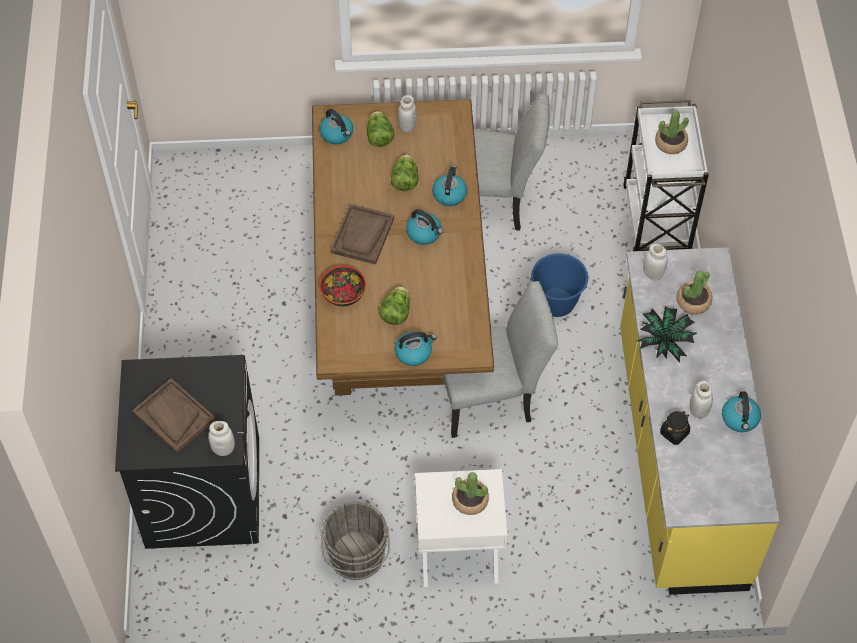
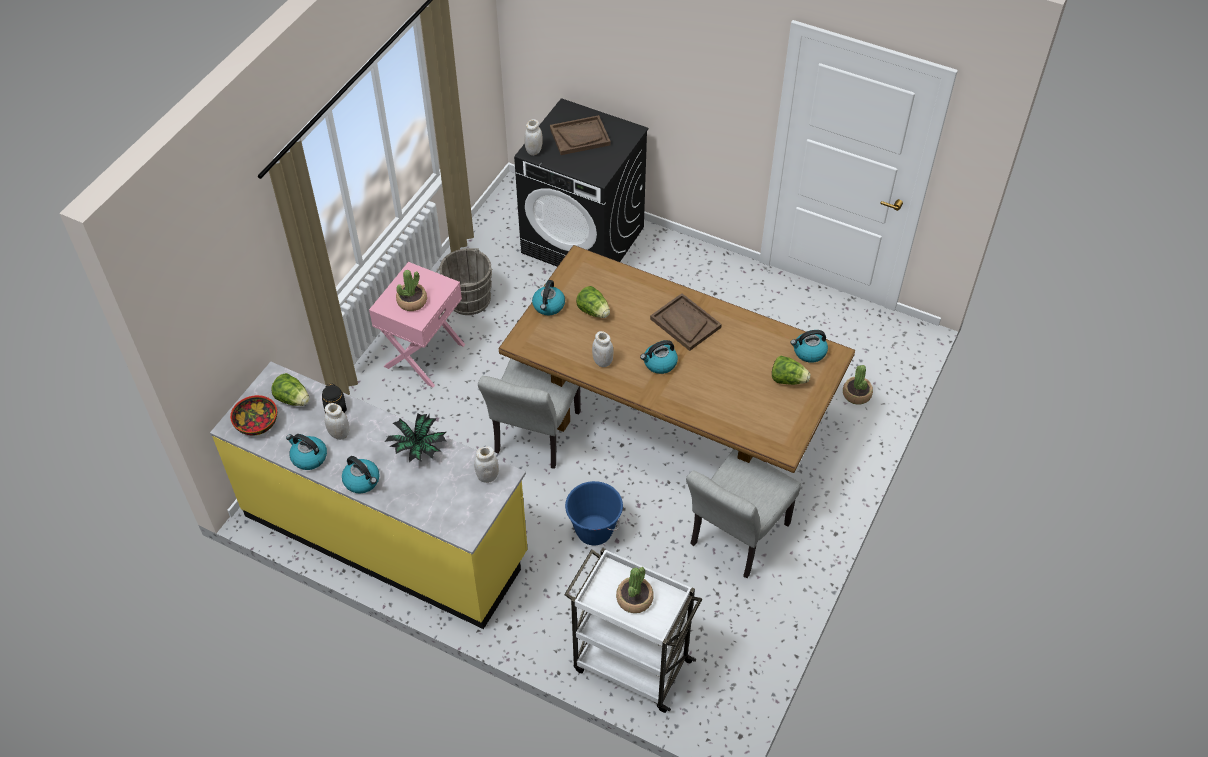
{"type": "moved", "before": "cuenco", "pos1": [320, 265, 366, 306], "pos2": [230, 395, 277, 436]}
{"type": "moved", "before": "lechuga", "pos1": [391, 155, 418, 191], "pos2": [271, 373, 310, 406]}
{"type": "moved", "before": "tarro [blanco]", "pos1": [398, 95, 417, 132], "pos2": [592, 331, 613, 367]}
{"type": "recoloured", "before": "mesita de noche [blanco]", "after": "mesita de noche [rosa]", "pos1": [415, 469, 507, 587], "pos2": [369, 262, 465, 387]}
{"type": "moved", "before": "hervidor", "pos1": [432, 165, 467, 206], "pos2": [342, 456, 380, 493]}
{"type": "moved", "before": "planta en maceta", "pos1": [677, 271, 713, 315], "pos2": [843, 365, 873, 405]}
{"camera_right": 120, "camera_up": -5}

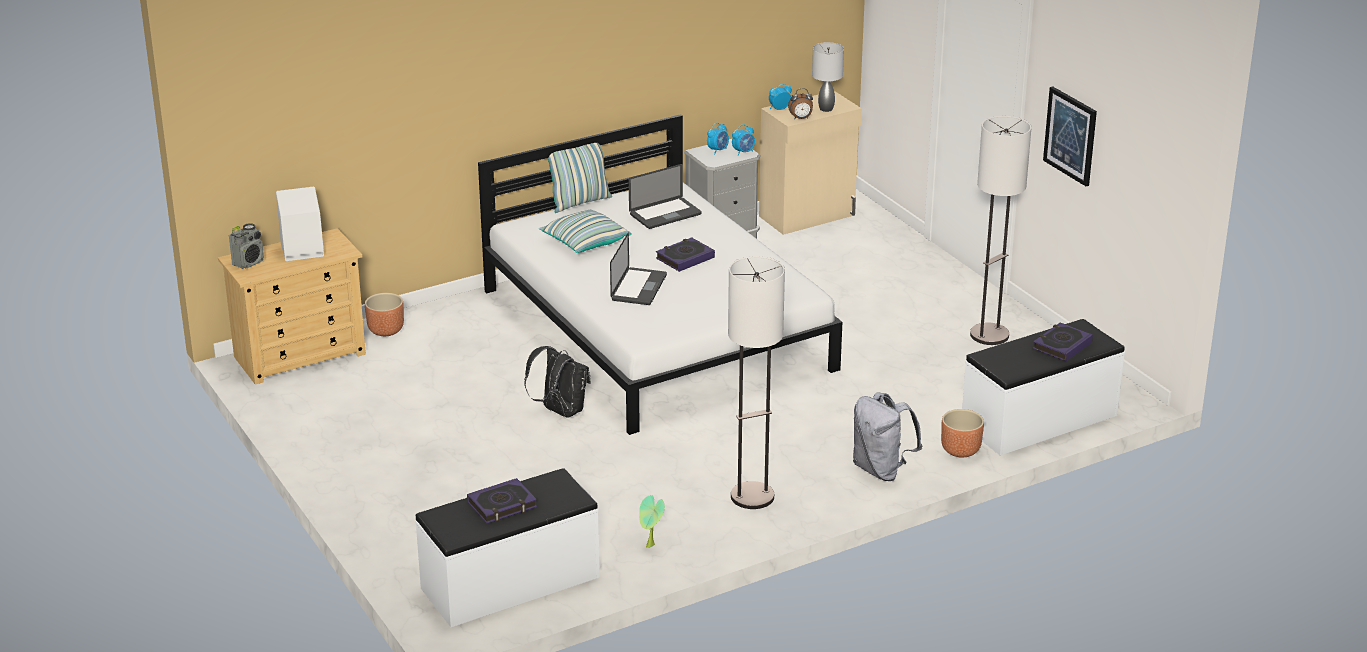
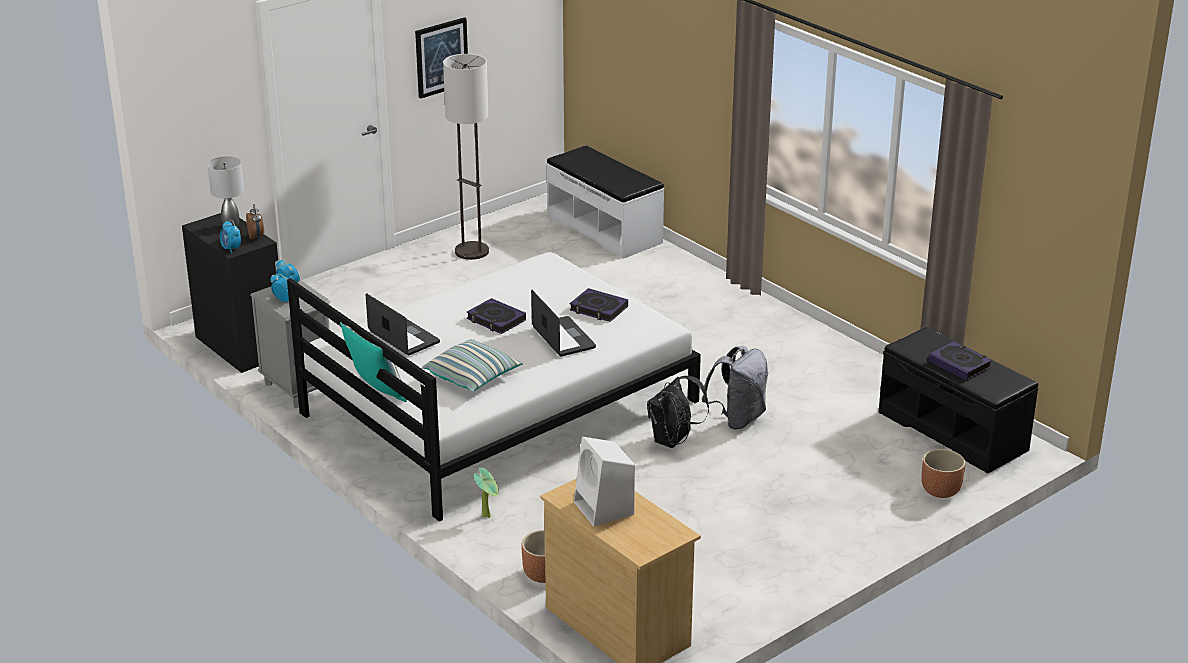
{"type": "removed", "before": "radio", "pos1": [229, 223, 264, 269]}
{"type": "recoloured", "before": "banco [blanco]", "after": "banco [negro]", "pos1": [415, 468, 600, 627], "pos2": [878, 327, 1038, 474]}
{"type": "turned", "before": "portátil", "pos1": [610, 233, 667, 305], "pos2": [531, 290, 596, 357], "turn": 60}
{"type": "moved", "before": "planta en maceta", "pos1": [639, 495, 665, 548], "pos2": [474, 468, 499, 518]}
{"type": "removed", "before": "lámpara de pie", "pos1": [728, 256, 785, 509]}
{"type": "recoloured", "before": "armario [beis]", "after": "armario [negro]", "pos1": [759, 91, 862, 235], "pos2": [182, 213, 278, 373]}
{"type": "moved", "before": "mochila [gris]", "pos1": [853, 392, 922, 481], "pos2": [702, 346, 768, 429]}
{"type": "moved", "before": "maceta [marrón]", "pos1": [941, 409, 984, 457], "pos2": [921, 449, 965, 498]}
{"type": "moved", "before": "libro", "pos1": [1033, 322, 1093, 361], "pos2": [570, 288, 628, 322]}
{"camera_right": -100, "camera_up": 0}

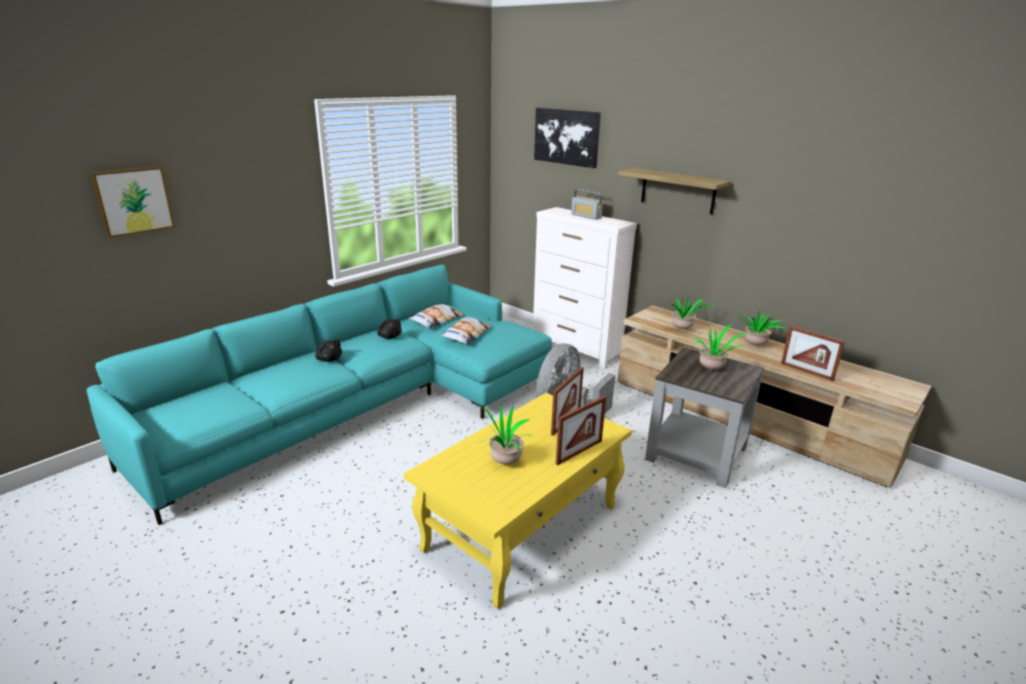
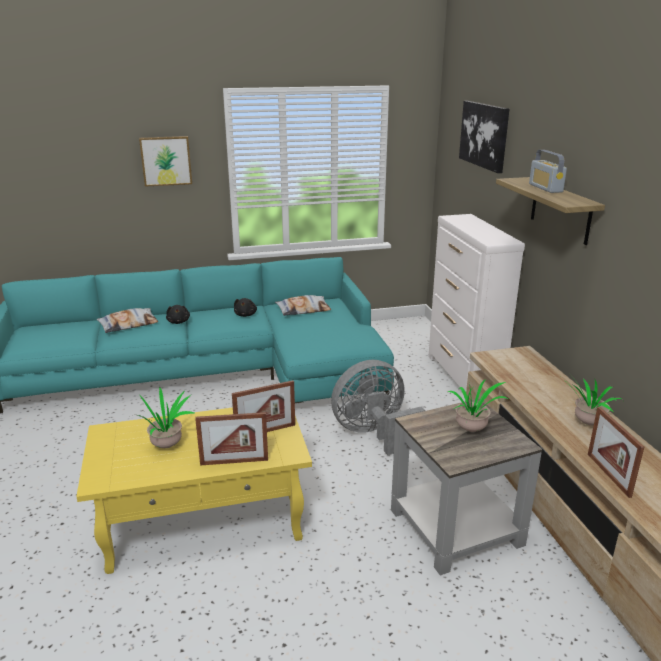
{"type": "moved", "before": "cuadro", "pos1": [90, 166, 175, 238], "pos2": [139, 136, 192, 187]}
{"type": "moved", "before": "cojín", "pos1": [440, 317, 491, 344], "pos2": [96, 308, 159, 333]}
{"type": "moved", "before": "radio", "pos1": [571, 189, 603, 220], "pos2": [529, 150, 567, 193]}
{"type": "removed", "before": "planta en maceta", "pos1": [671, 296, 712, 329]}
{"camera_right": 35, "camera_up": 0}

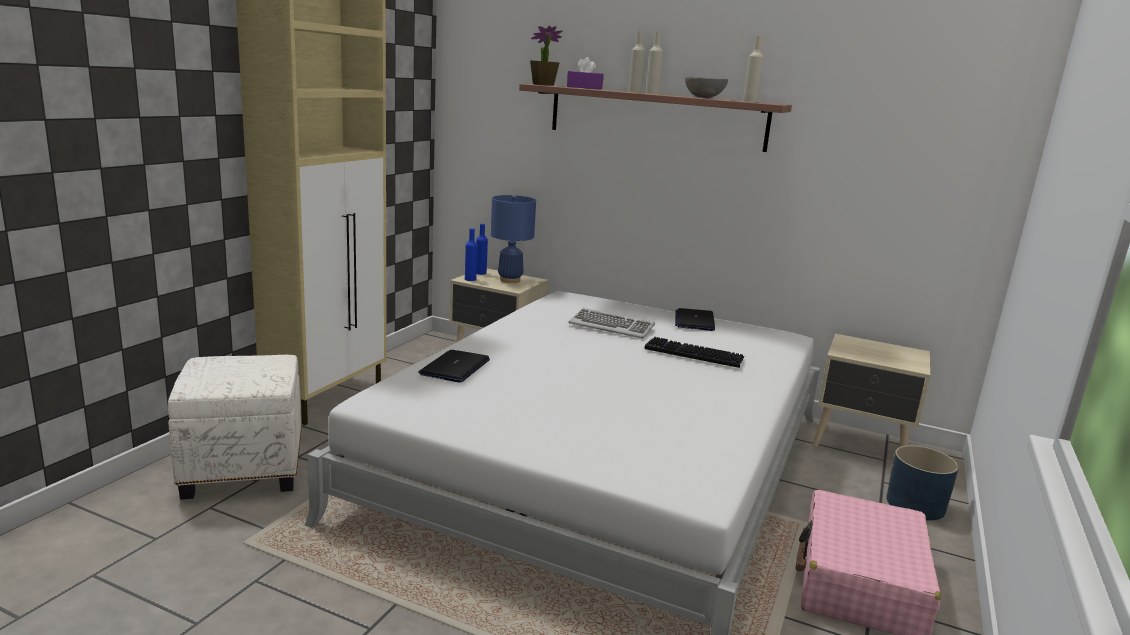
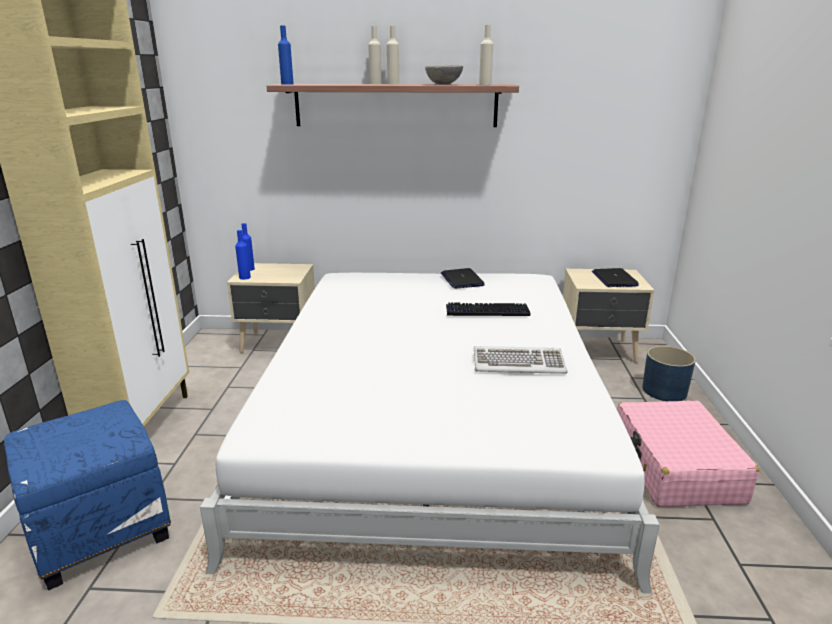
{"type": "recoloured", "before": "puf [blanco]", "after": "puf [azul]", "pos1": [168, 355, 302, 500], "pos2": [4, 400, 171, 590]}
{"type": "moved", "before": "portátil", "pos1": [418, 350, 490, 382], "pos2": [592, 268, 639, 287]}
{"type": "removed", "before": "lámpara de mesa [azul]", "pos1": [491, 195, 536, 283]}
{"type": "replaced", "before": "planta en maceta", "after": "botella [azul]", "pos1": [530, 26, 563, 86], "pos2": [278, 26, 294, 85]}
{"type": "removed", "before": "caja de pañuelos [morado]", "pos1": [567, 57, 604, 89]}
{"type": "moved", "before": "teclado", "pos1": [569, 308, 655, 338], "pos2": [474, 346, 568, 374]}
{"camera_right": -20, "camera_up": 5}

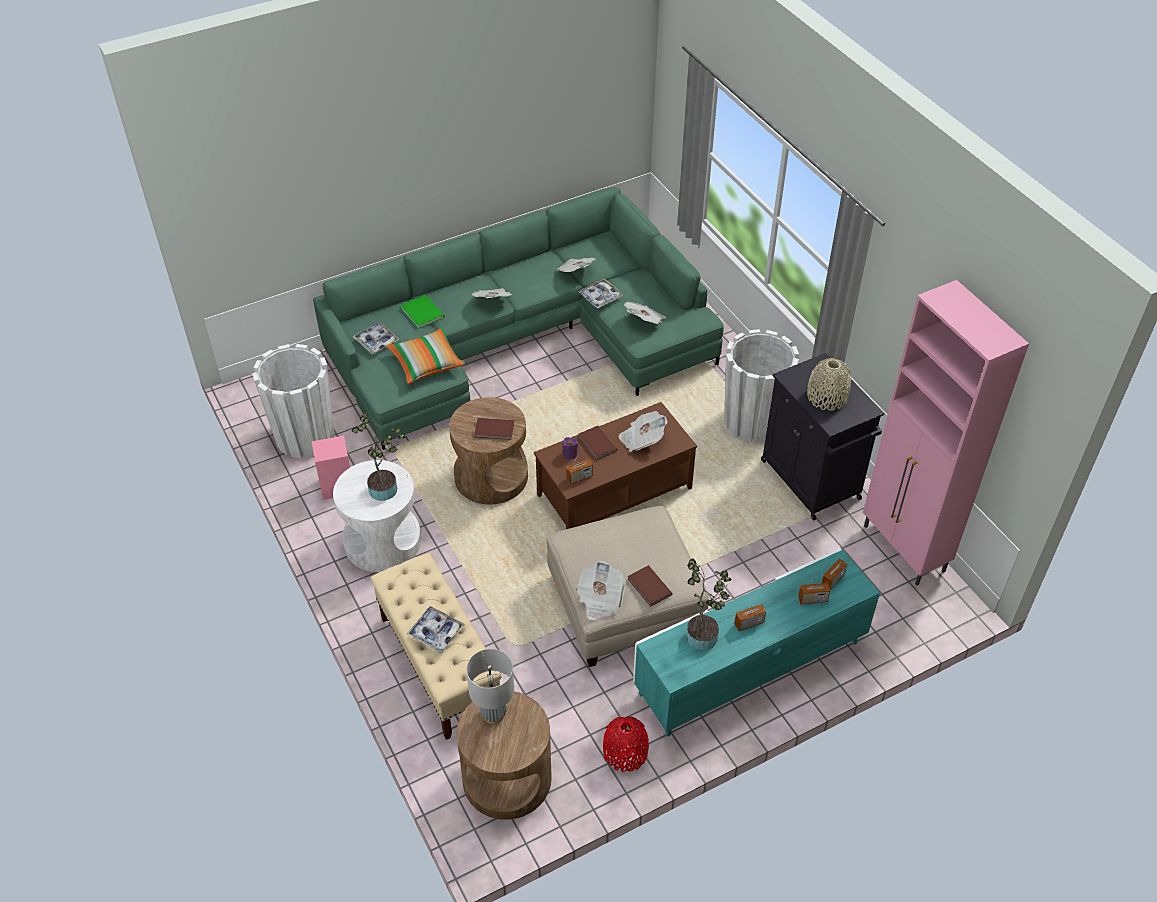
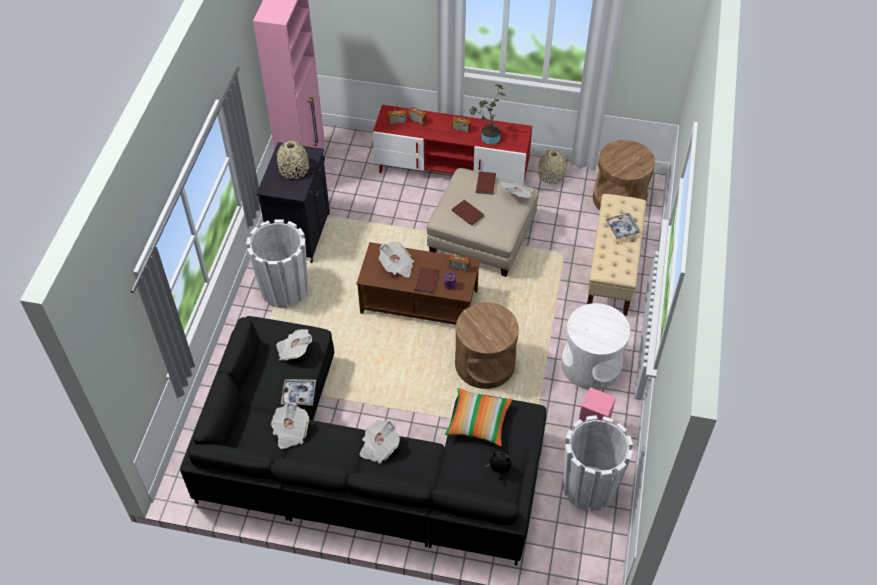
{"type": "recoloured", "before": "sofá [verde]", "after": "sofá [negro]", "pos1": [313, 187, 724, 450], "pos2": [180, 316, 546, 565]}
{"type": "replaced", "before": "bandeja", "after": "peluche", "pos1": [352, 322, 399, 354], "pos2": [486, 452, 511, 480]}
{"type": "removed", "before": "planta en maceta", "pos1": [352, 412, 405, 501]}
{"type": "removed", "before": "libro [verde]", "pos1": [401, 295, 444, 329]}
{"type": "removed", "before": "lámpara de mesa [gris]", "pos1": [466, 649, 514, 724]}
{"type": "moved", "before": "libro [marrón]", "pos1": [474, 418, 514, 440], "pos2": [452, 200, 484, 225]}
{"type": "recoloured", "before": "florero [rojo]", "after": "florero [beis]", "pos1": [603, 716, 649, 772], "pos2": [538, 150, 567, 184]}
{"type": "recoloured", "before": "mueble de televisión [turquesa]", "after": "mueble de televisión [rojo]", "pos1": [633, 548, 880, 737], "pos2": [373, 105, 532, 185]}
{"camera_right": -140, "camera_up": 5}

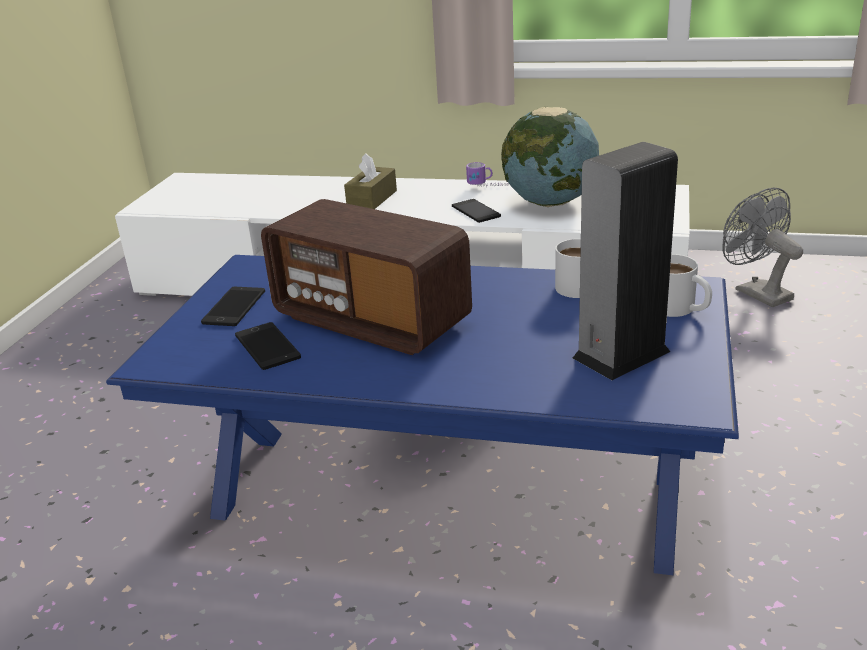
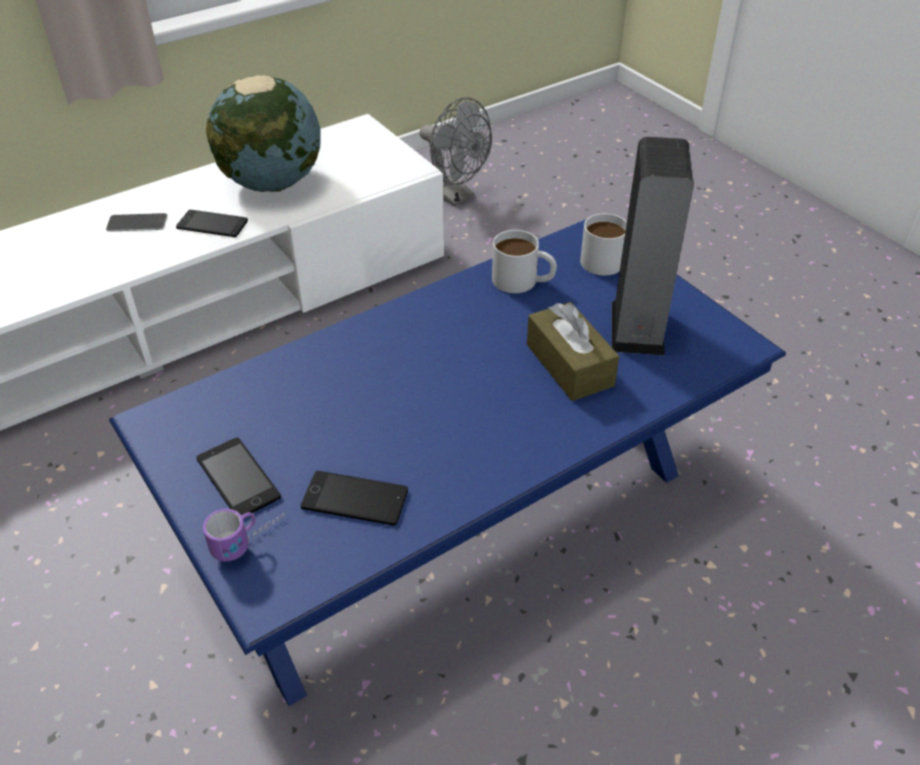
{"type": "removed", "before": "radio", "pos1": [261, 199, 472, 355]}
{"type": "moved", "before": "caja de pañuelos [marrón]", "pos1": [344, 153, 397, 209], "pos2": [527, 302, 619, 401]}
{"type": "moved", "before": "taza grande", "pos1": [466, 162, 509, 187], "pos2": [203, 509, 285, 561]}
{"type": "turned", "before": "ventilador [gris]", "pos1": [722, 187, 803, 307], "pos2": [419, 97, 492, 206], "turn": -150}
{"type": "added", "after": "móvil", "pos2": [106, 213, 167, 232]}
{"camera_right": -50, "camera_up": 15}

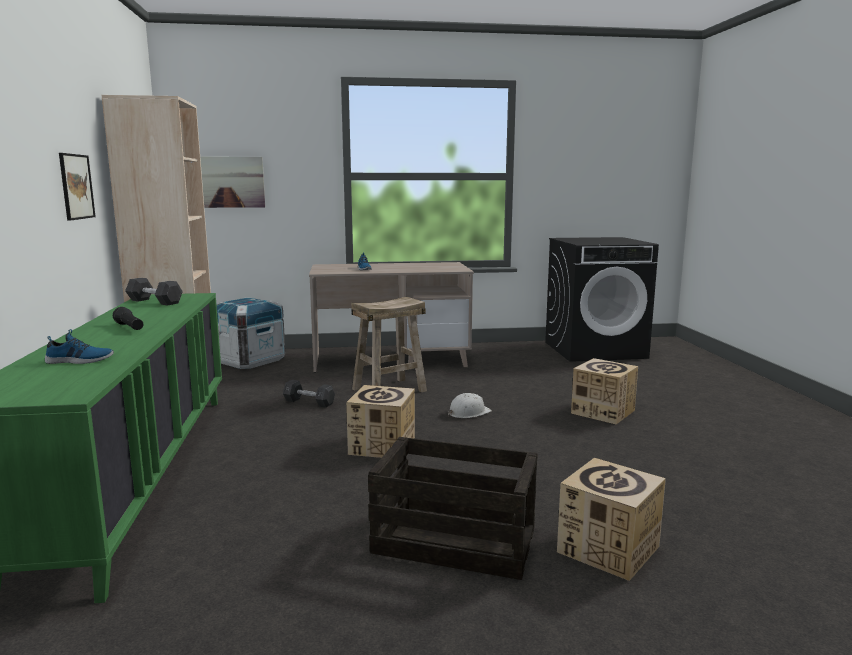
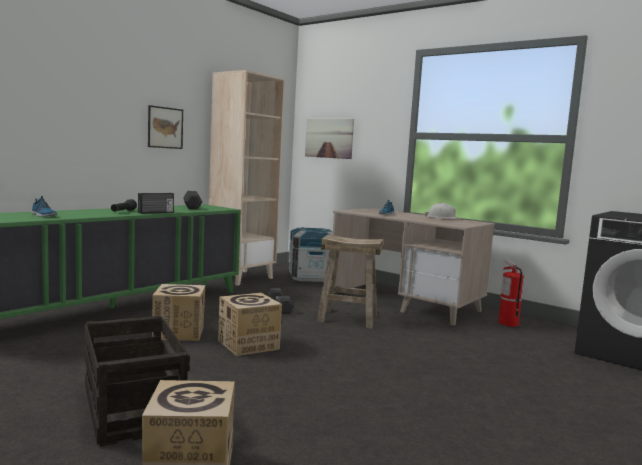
{"type": "moved", "before": "casco [blanco]", "pos1": [448, 393, 492, 418], "pos2": [425, 203, 461, 219]}
{"type": "moved", "before": "caja de cartón", "pos1": [571, 358, 638, 425], "pos2": [152, 284, 205, 341]}
{"type": "added", "after": "radio", "pos2": [138, 193, 174, 214]}
{"type": "added", "after": "extintor", "pos2": [498, 260, 524, 327]}
{"camera_right": 45, "camera_up": -5}

